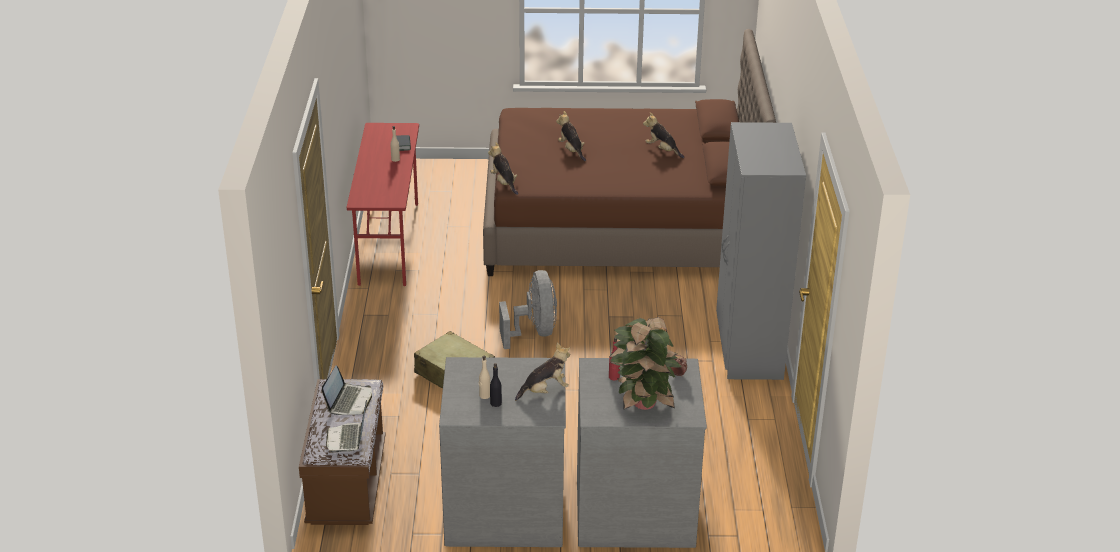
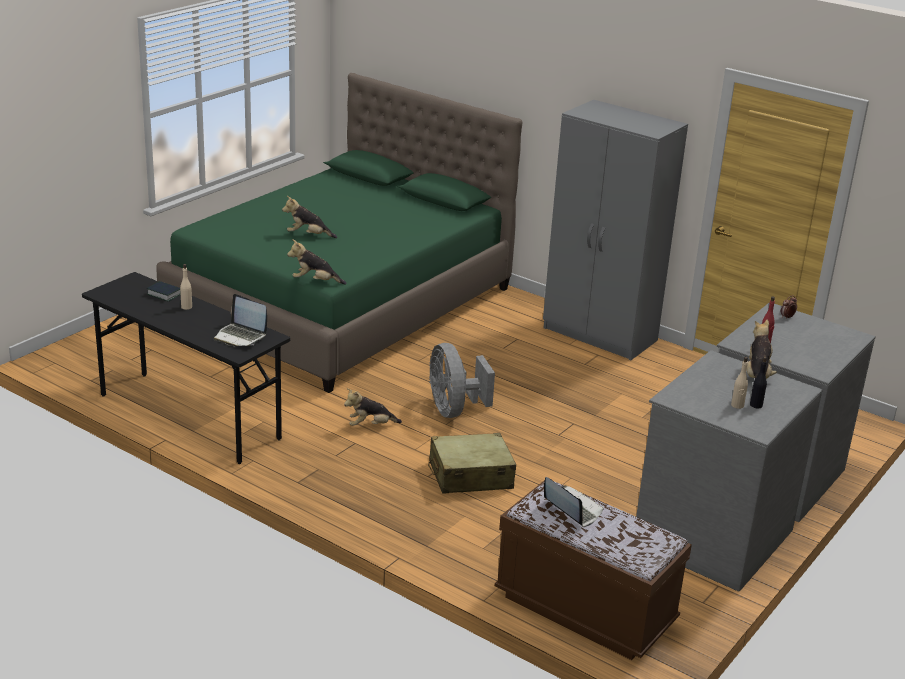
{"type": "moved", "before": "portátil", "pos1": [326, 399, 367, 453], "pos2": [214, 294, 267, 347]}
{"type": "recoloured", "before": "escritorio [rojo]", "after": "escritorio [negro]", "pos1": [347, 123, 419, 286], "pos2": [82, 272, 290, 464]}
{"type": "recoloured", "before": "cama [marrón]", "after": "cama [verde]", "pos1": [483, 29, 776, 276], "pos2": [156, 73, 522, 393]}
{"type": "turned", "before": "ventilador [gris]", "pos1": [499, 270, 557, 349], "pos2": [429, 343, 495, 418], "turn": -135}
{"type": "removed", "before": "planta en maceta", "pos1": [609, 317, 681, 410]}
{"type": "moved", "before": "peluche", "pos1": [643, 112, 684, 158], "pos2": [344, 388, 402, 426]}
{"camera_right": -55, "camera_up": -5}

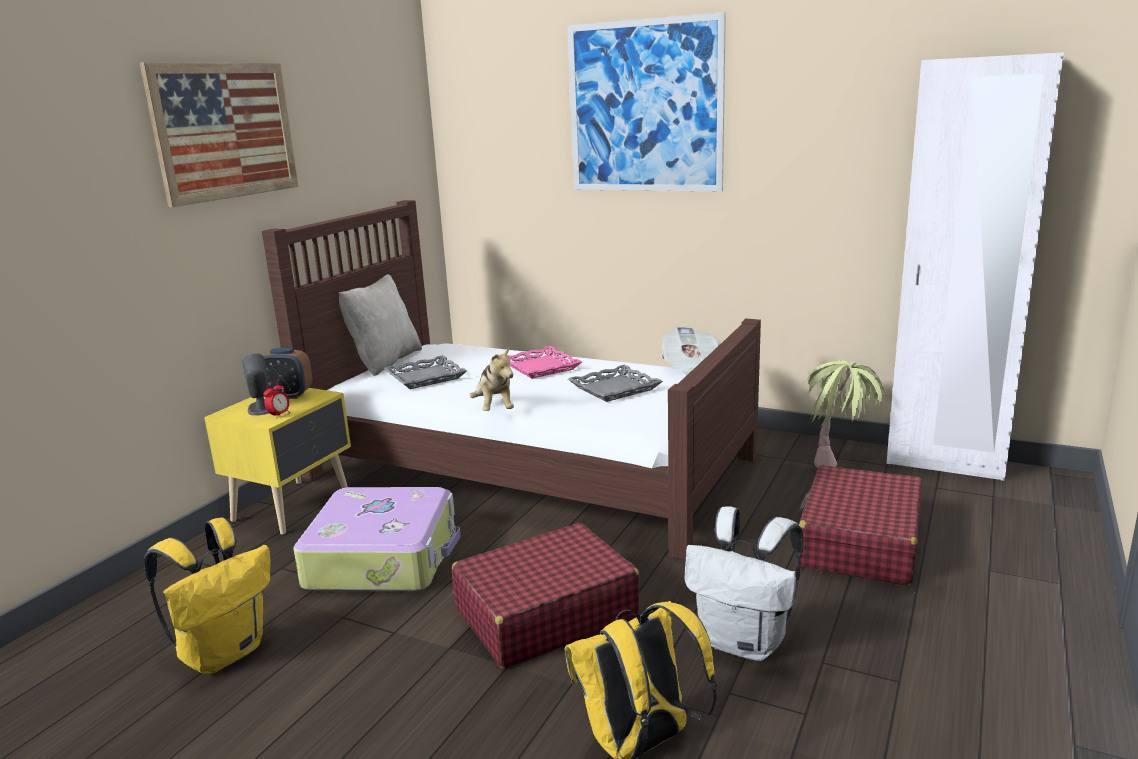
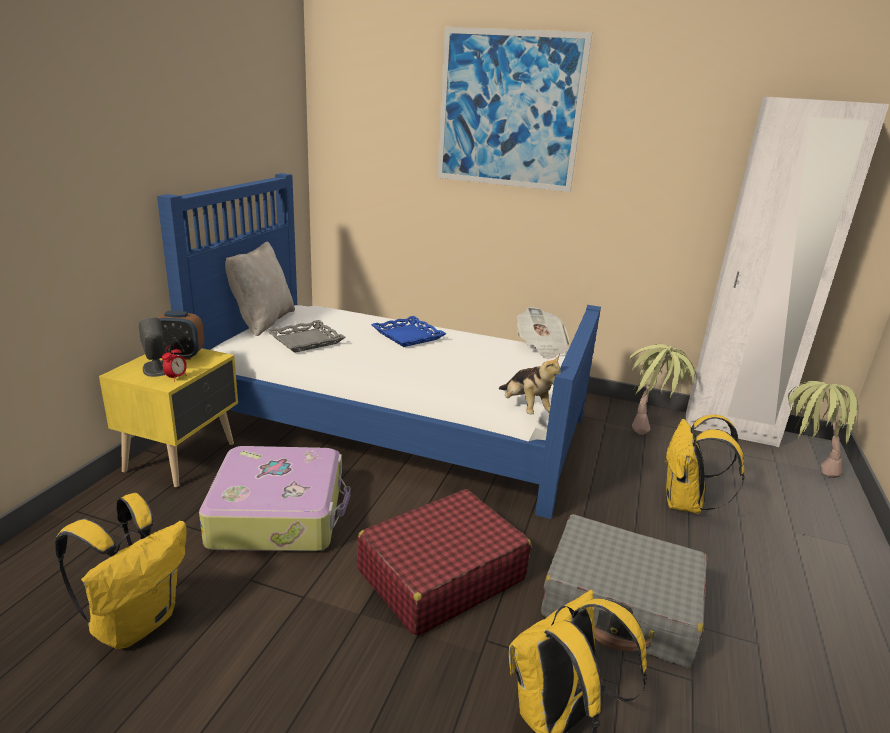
{"type": "removed", "before": "cuadro", "pos1": [140, 62, 298, 208]}
{"type": "recoloured", "before": "cama [marrón]", "after": "cama [azul]", "pos1": [262, 200, 761, 560], "pos2": [157, 173, 601, 519]}
{"type": "moved", "before": "peluche", "pos1": [469, 348, 514, 411], "pos2": [499, 354, 561, 415]}
{"type": "recoloured", "before": "bandeja [rosa]", "after": "bandeja [azul]", "pos1": [507, 346, 582, 379], "pos2": [371, 316, 446, 347]}
{"type": "removed", "before": "bandeja [gris]", "pos1": [568, 364, 663, 402]}
{"type": "replaced", "before": "mochila [blanco]", "after": "maleta [gris]", "pos1": [684, 506, 804, 661], "pos2": [541, 514, 708, 668]}
{"type": "replaced", "before": "maleta [rojo]", "after": "mochila [amarillo]", "pos1": [799, 465, 923, 586], "pos2": [665, 415, 745, 514]}
{"type": "added", "after": "planta en maceta", "pos2": [788, 381, 859, 478]}
{"camera_right": -10, "camera_up": 5}

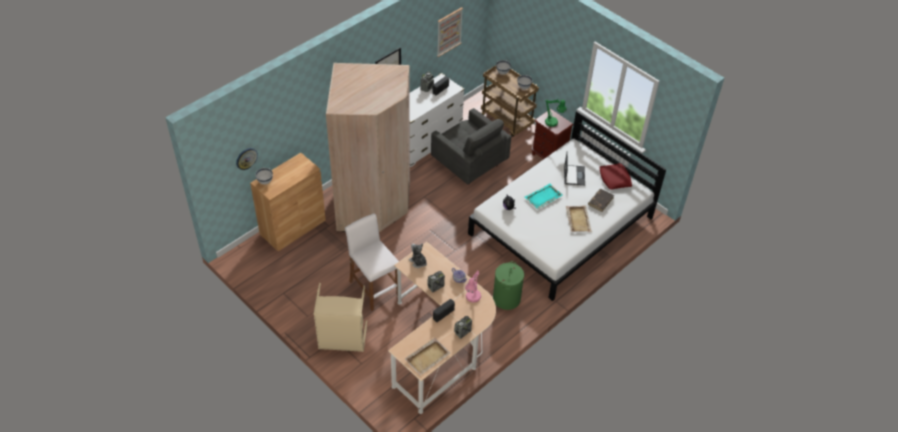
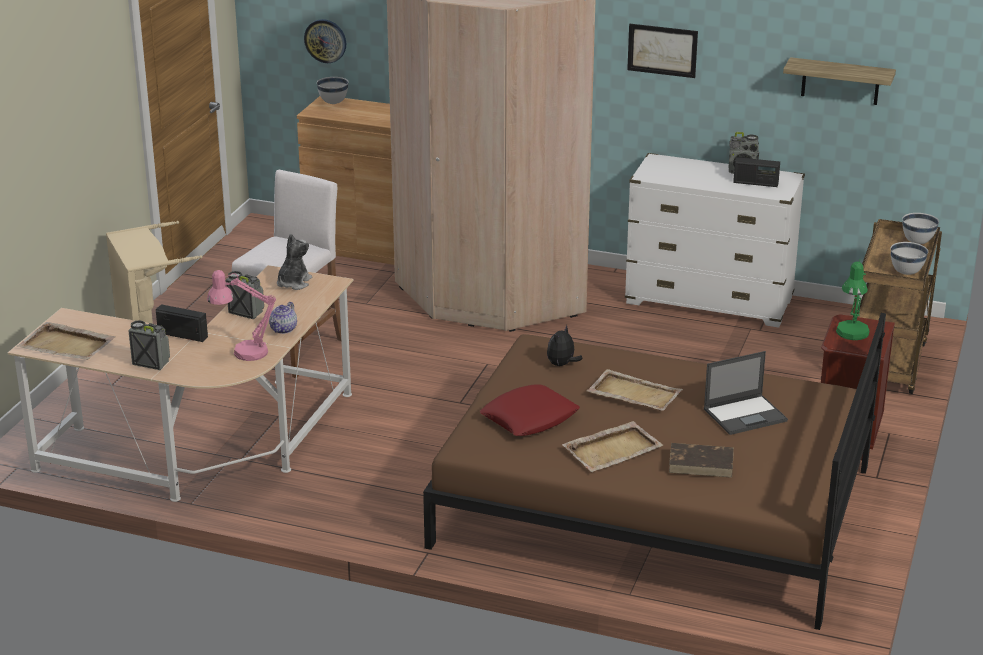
{"type": "removed", "before": "sillón [gris]", "pos1": [431, 108, 511, 184]}
{"type": "replaced", "before": "cuadro", "after": "estante", "pos1": [437, 7, 463, 57], "pos2": [783, 57, 896, 105]}
{"type": "recoloured", "before": "cama [blanco]", "after": "cama [marrón]", "pos1": [468, 111, 666, 301], "pos2": [423, 313, 886, 630]}
{"type": "removed", "before": "cesto de la ropa [verde]", "pos1": [493, 261, 524, 310]}
{"type": "recoloured", "before": "bandeja [turquesa]", "after": "bandeja [beis]", "pos1": [525, 183, 563, 209], "pos2": [587, 369, 683, 411]}
{"type": "moved", "before": "cojín [rojo]", "pos1": [599, 163, 632, 190], "pos2": [480, 384, 580, 436]}
{"camera_right": 65, "camera_up": -20}

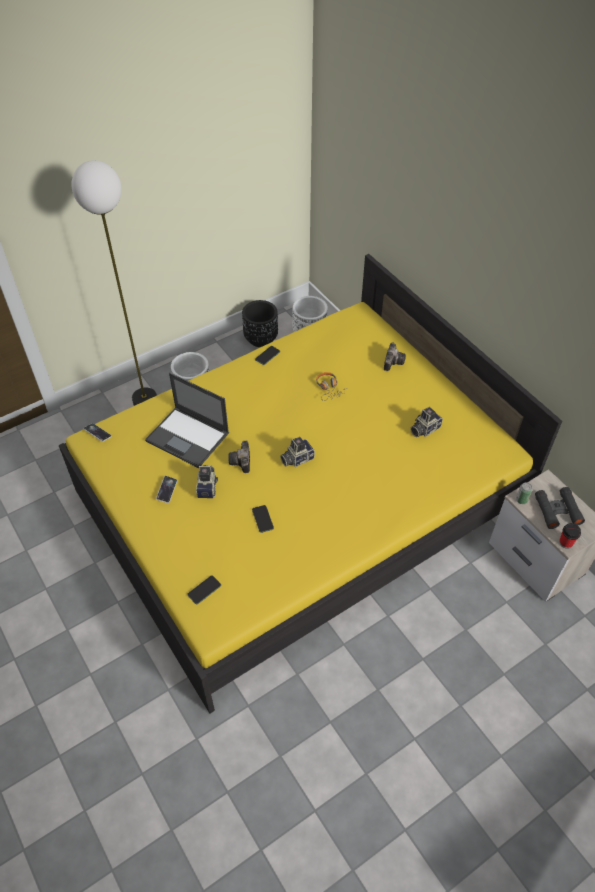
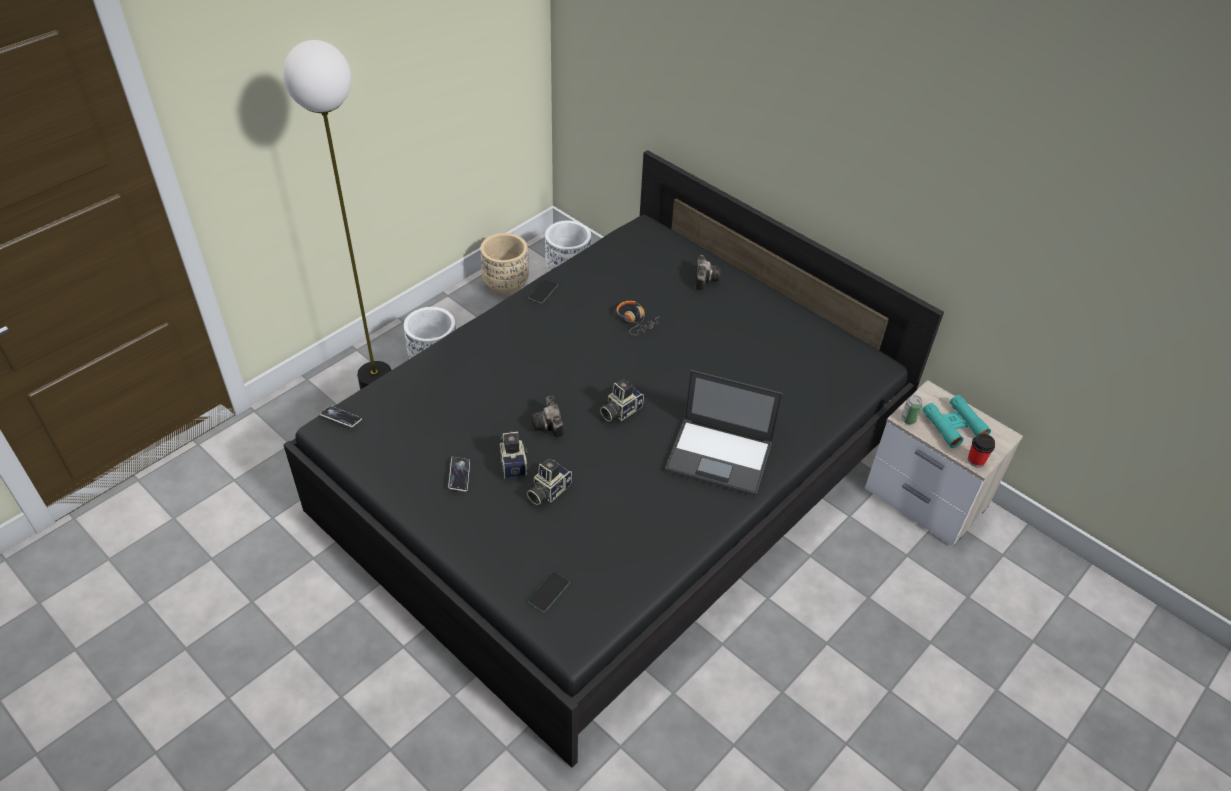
{"type": "recoloured", "before": "cama [amarillo]", "after": "cama [negro]", "pos1": [59, 254, 562, 714], "pos2": [283, 150, 944, 768]}
{"type": "moved", "before": "portátil", "pos1": [145, 373, 229, 468], "pos2": [665, 370, 783, 496]}
{"type": "recoloured", "before": "maceta [negro]", "after": "maceta [beis]", "pos1": [242, 300, 278, 347], "pos2": [480, 233, 529, 295]}
{"type": "removed", "before": "móvil", "pos1": [252, 505, 274, 533]}
{"type": "moved", "before": "cámara", "pos1": [410, 407, 443, 437], "pos2": [527, 458, 572, 505]}
{"type": "recoloured", "before": "prismáticos [negro]", "after": "prismáticos [turquesa]", "pos1": [535, 487, 585, 529], "pos2": [923, 395, 991, 448]}
{"camera_right": -15, "camera_up": -5}

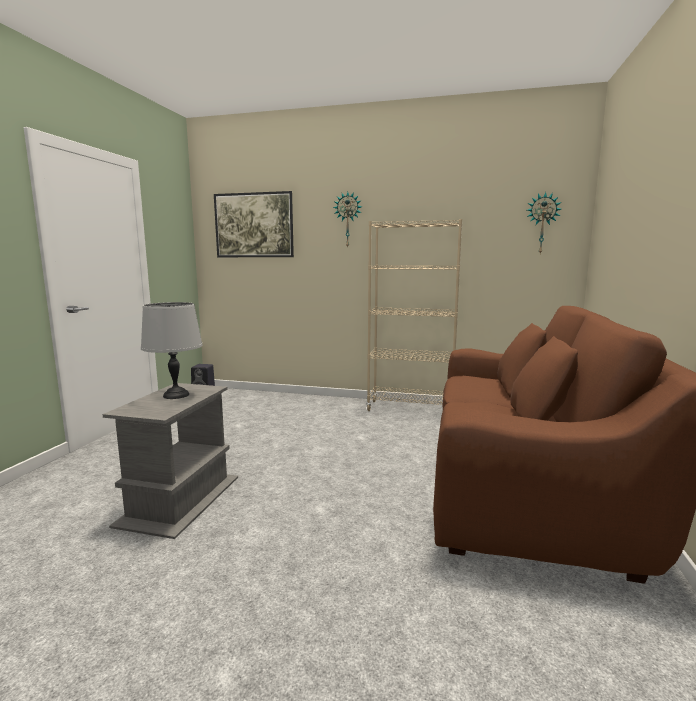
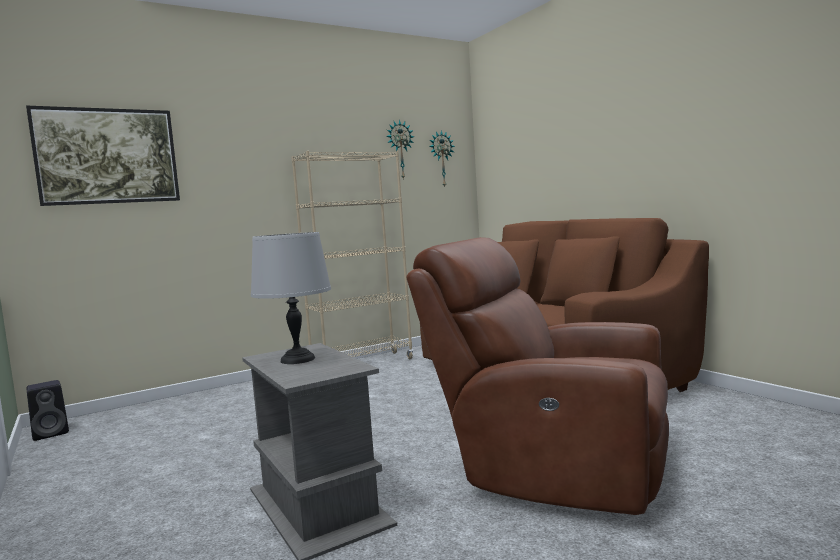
{"type": "moved", "before": "reloj de pared", "pos1": [333, 192, 362, 248], "pos2": [387, 119, 414, 180]}
{"type": "added", "after": "sillón [marrón]", "pos2": [406, 237, 669, 515]}
{"camera_right": -45, "camera_up": -5}

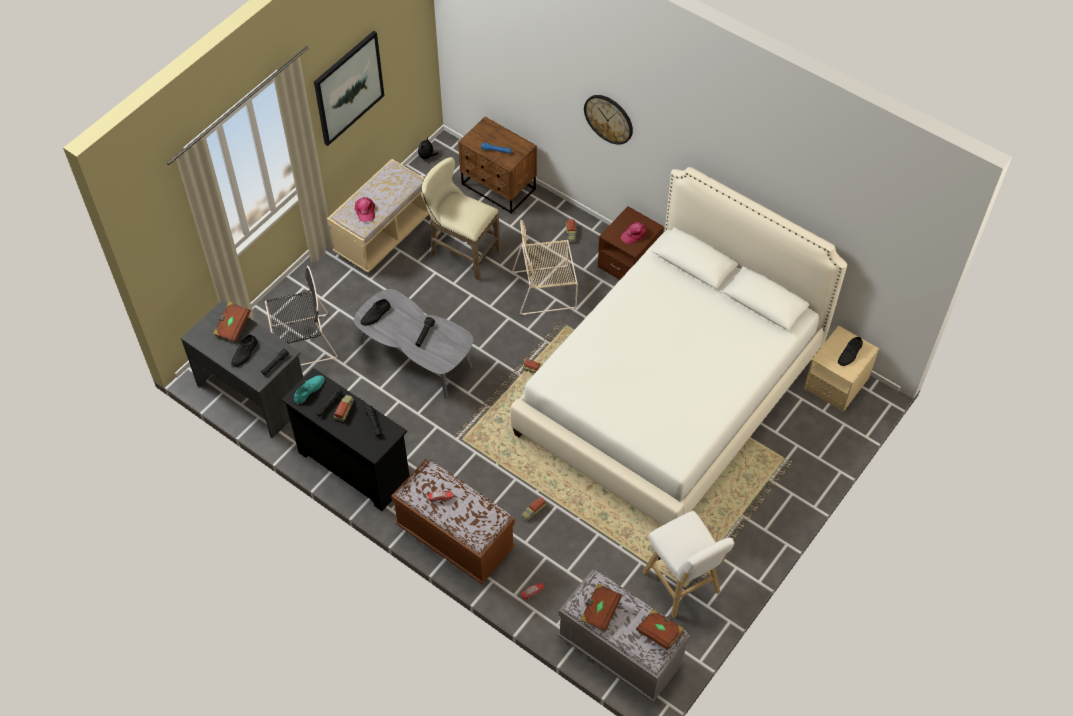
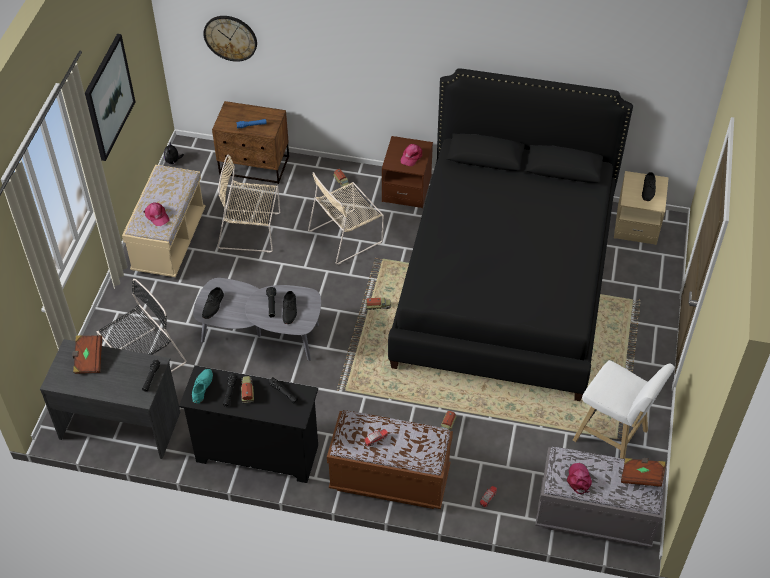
{"type": "moved", "before": "zapato [negro]", "pos1": [231, 335, 258, 367], "pos2": [283, 291, 297, 324]}
{"type": "replaced", "before": "taburete [beis]", "after": "silla [beis]", "pos1": [421, 157, 501, 280], "pos2": [217, 155, 280, 253]}
{"type": "recoloured", "before": "cama [blanco]", "after": "cama [negro]", "pos1": [510, 167, 847, 525], "pos2": [388, 68, 633, 401]}
{"type": "replaced", "before": "libro [marrón]", "after": "gorra [rosa]", "pos1": [580, 583, 622, 632], "pos2": [567, 463, 592, 494]}
{"type": "moved", "before": "reloj de pared", "pos1": [584, 95, 633, 145], "pos2": [203, 16, 257, 62]}
{"camera_right": -25, "camera_up": -5}

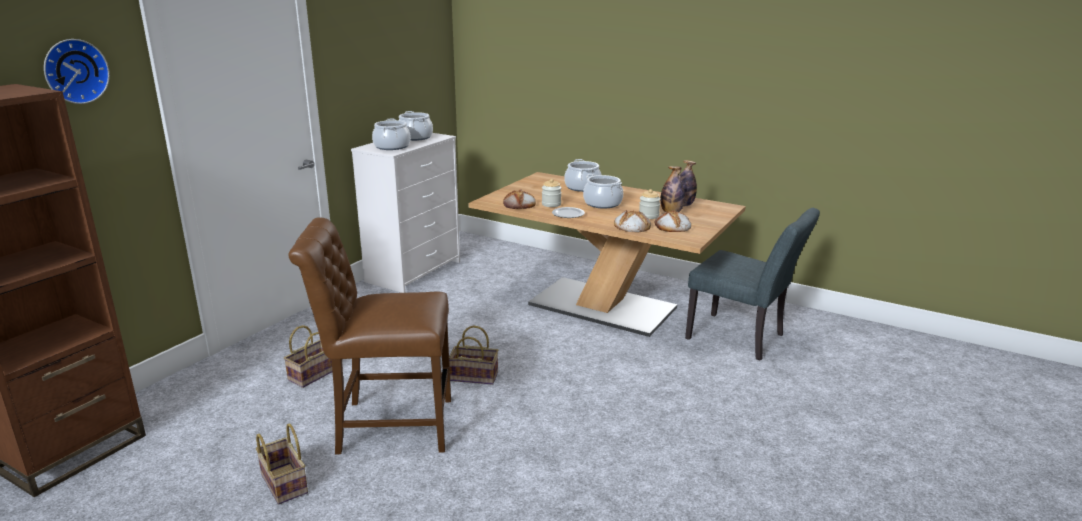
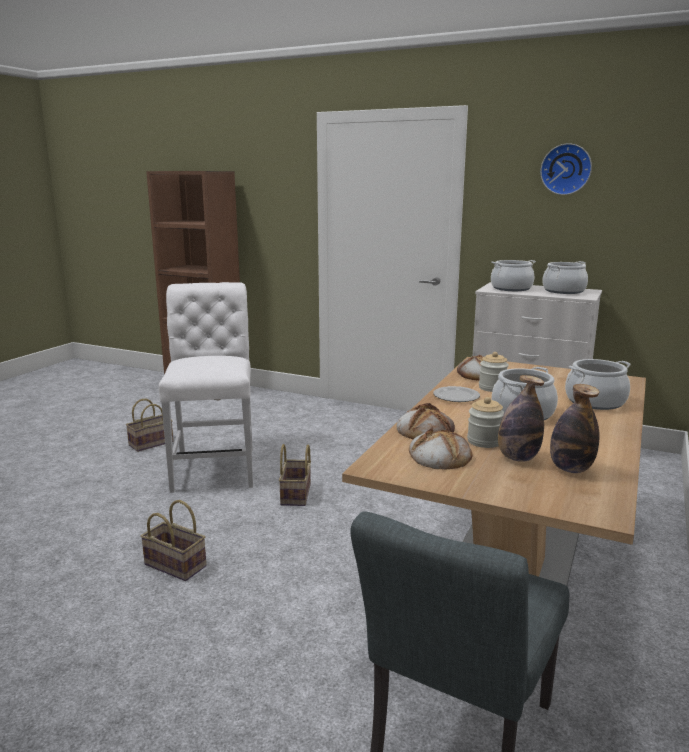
{"type": "moved", "before": "reloj de pared", "pos1": [44, 39, 110, 104], "pos2": [540, 143, 592, 195]}
{"type": "moved", "before": "cesta", "pos1": [284, 325, 332, 388], "pos2": [140, 500, 207, 581]}
{"type": "recoloured", "before": "silla [marrón]", "after": "silla [blanco]", "pos1": [288, 217, 451, 454], "pos2": [159, 282, 253, 493]}
{"camera_right": 85, "camera_up": -5}

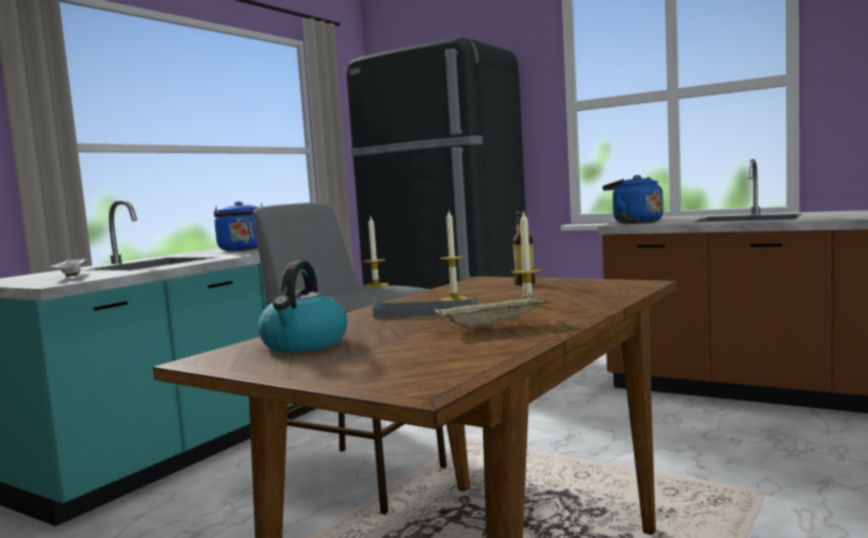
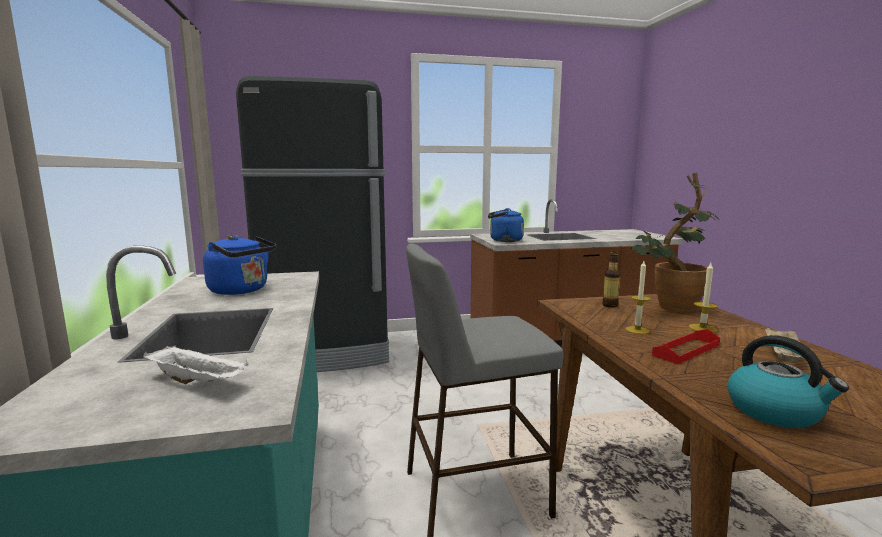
{"type": "removed", "before": "vela", "pos1": [363, 217, 389, 288]}
{"type": "recoloured", "before": "bandeja [gris]", "after": "bandeja [rojo]", "pos1": [373, 294, 477, 318], "pos2": [652, 329, 720, 364]}
{"type": "added", "after": "planta en maceta", "pos2": [630, 173, 720, 313]}
{"camera_right": -45, "camera_up": 5}

